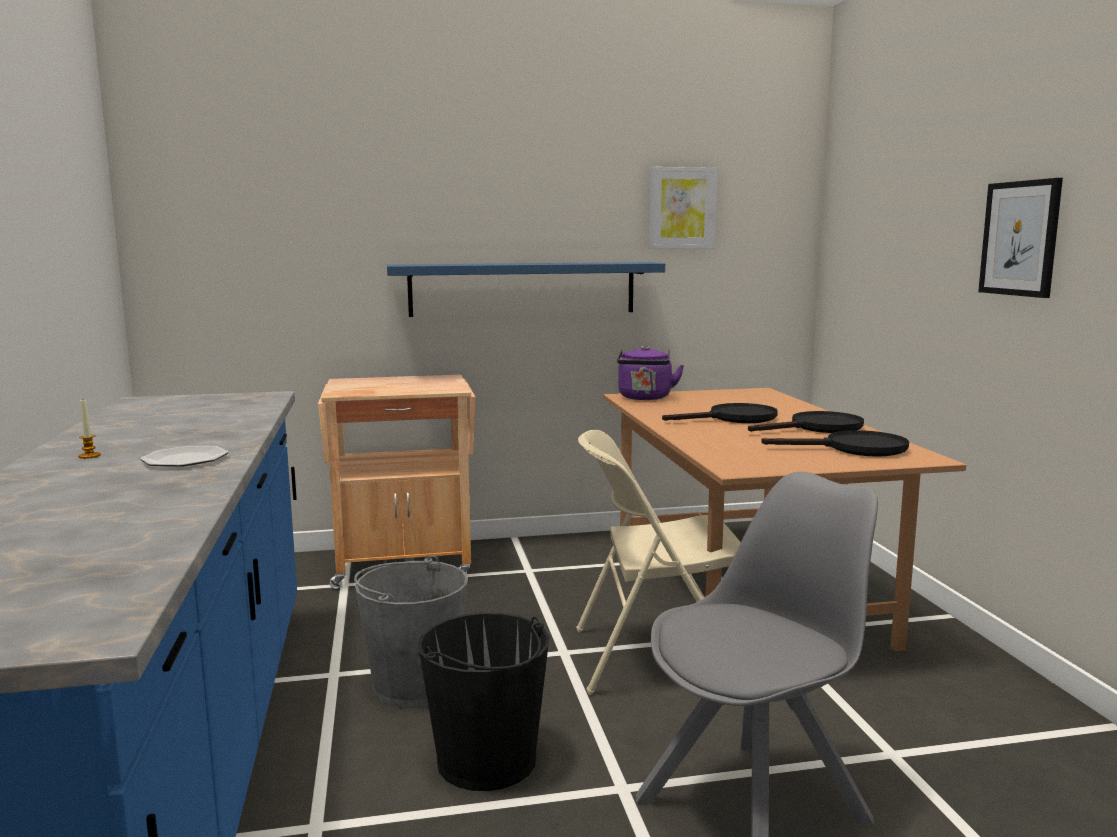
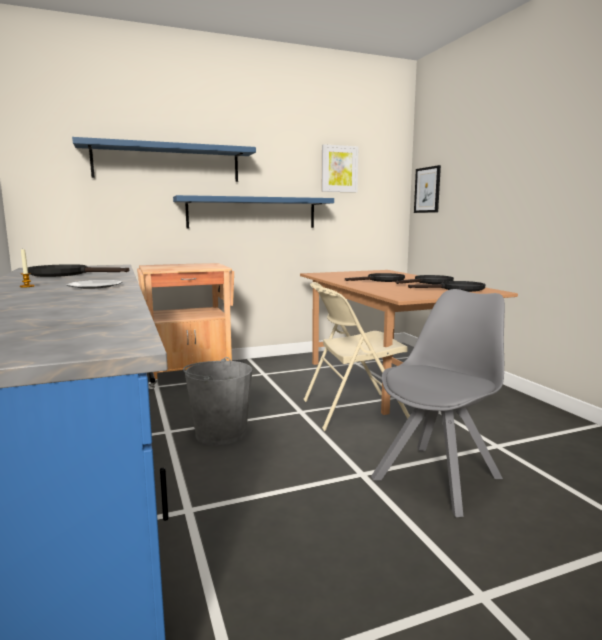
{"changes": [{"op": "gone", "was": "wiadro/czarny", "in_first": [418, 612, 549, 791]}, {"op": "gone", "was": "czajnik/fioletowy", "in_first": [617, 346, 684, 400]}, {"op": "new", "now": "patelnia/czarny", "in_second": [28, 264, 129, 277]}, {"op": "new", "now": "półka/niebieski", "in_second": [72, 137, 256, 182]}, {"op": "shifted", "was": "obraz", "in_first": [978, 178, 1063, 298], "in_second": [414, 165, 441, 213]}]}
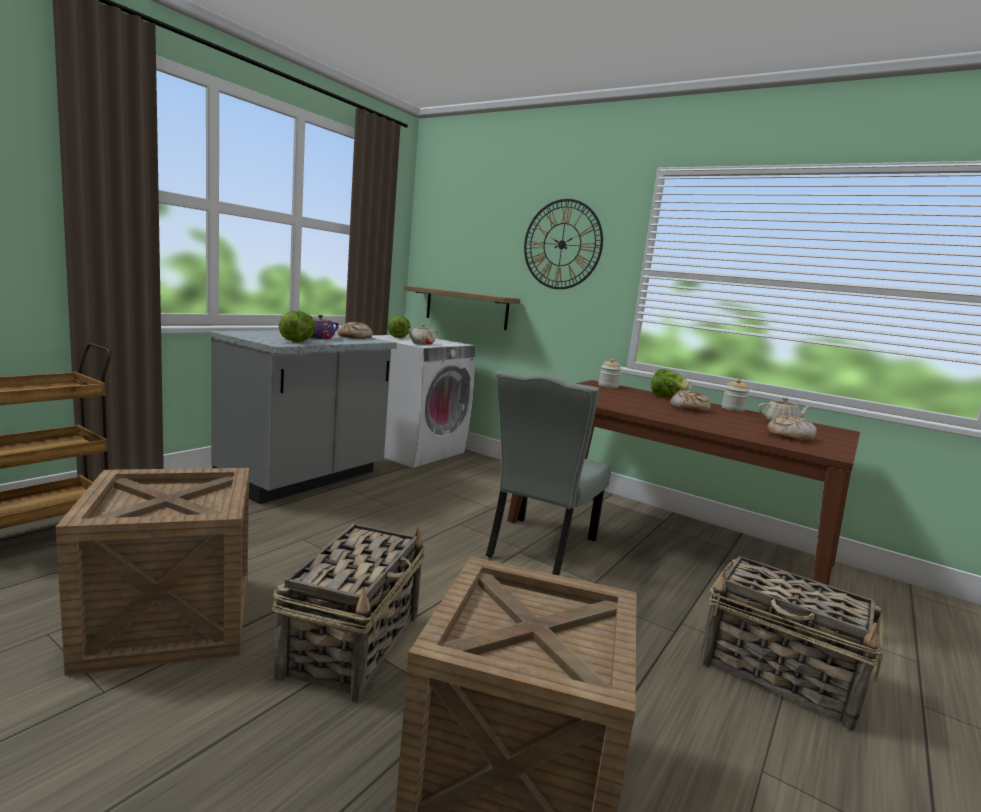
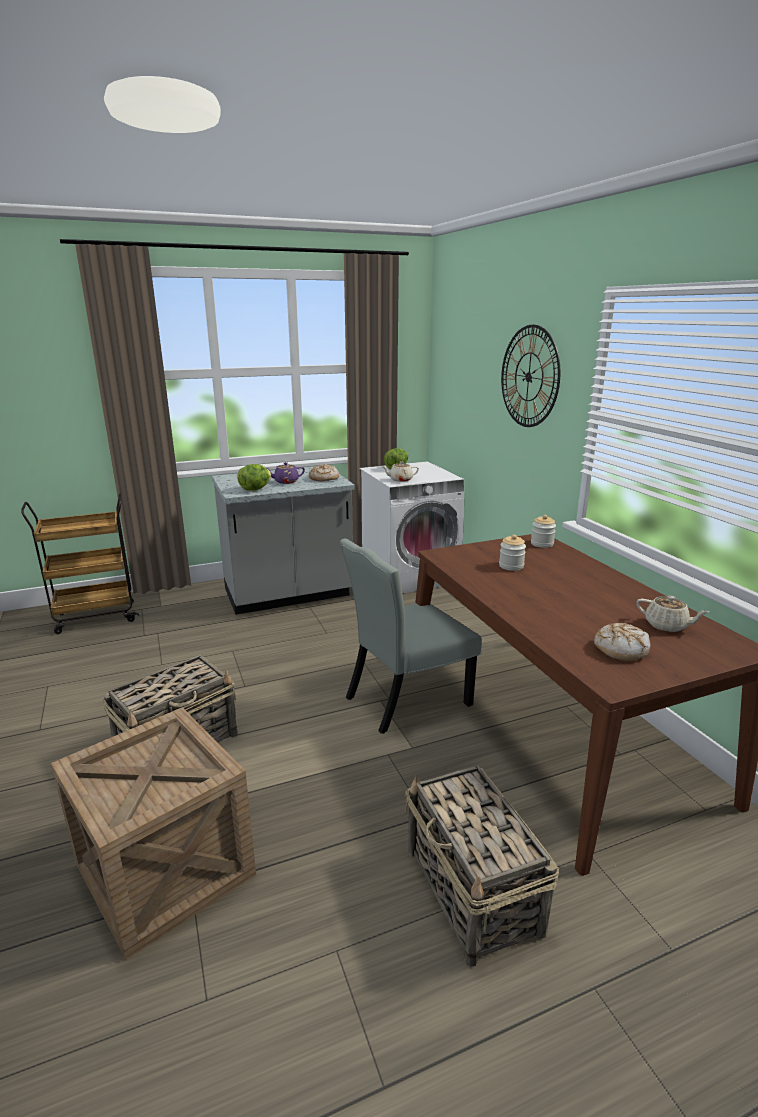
{"changes": [{"op": "gone", "was": "skrzynka", "in_first": [56, 468, 249, 676]}, {"op": "gone", "was": "półka", "in_first": [404, 286, 520, 330]}, {"op": "gone", "was": "sałata", "in_first": [651, 369, 692, 397]}, {"op": "gone", "was": "chleb", "in_first": [670, 390, 711, 412]}, {"op": "shifted", "was": "słoik", "in_first": [722, 379, 749, 411], "in_second": [499, 535, 526, 571]}]}
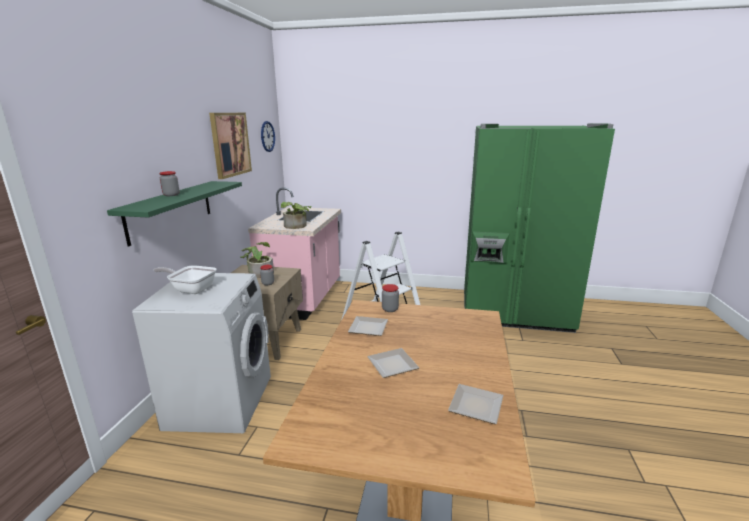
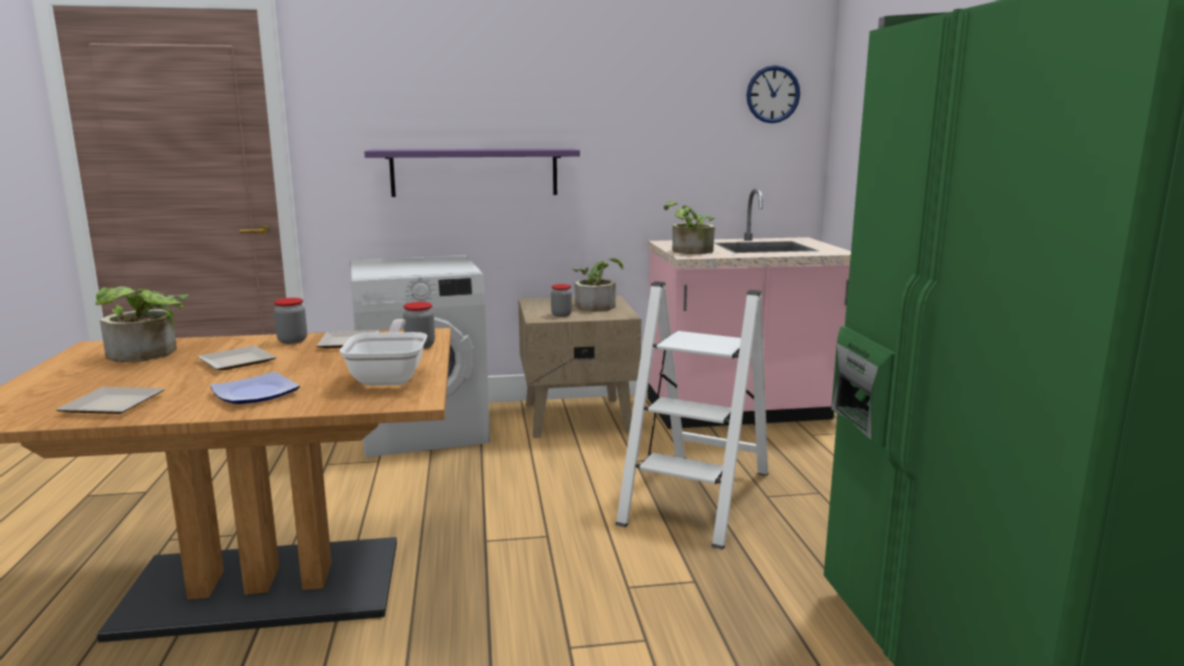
{"changes": [{"op": "gone", "was": "obraz", "in_first": [209, 113, 252, 179]}, {"op": "new", "now": "roślina doniczkowa", "in_second": [95, 286, 188, 362]}, {"op": "new", "now": "talerz", "in_second": [210, 372, 300, 404]}, {"op": "shifted", "was": "patelnia", "in_first": [154, 265, 216, 294], "in_second": [340, 319, 427, 386]}, {"op": "shifted", "was": "słoik", "in_first": [159, 171, 179, 196], "in_second": [274, 298, 307, 344]}, {"op": "repainted", "was": "półka/zielony", "now": "półka/fioletowy", "in_first": [107, 181, 242, 247], "in_second": [364, 149, 580, 197]}]}
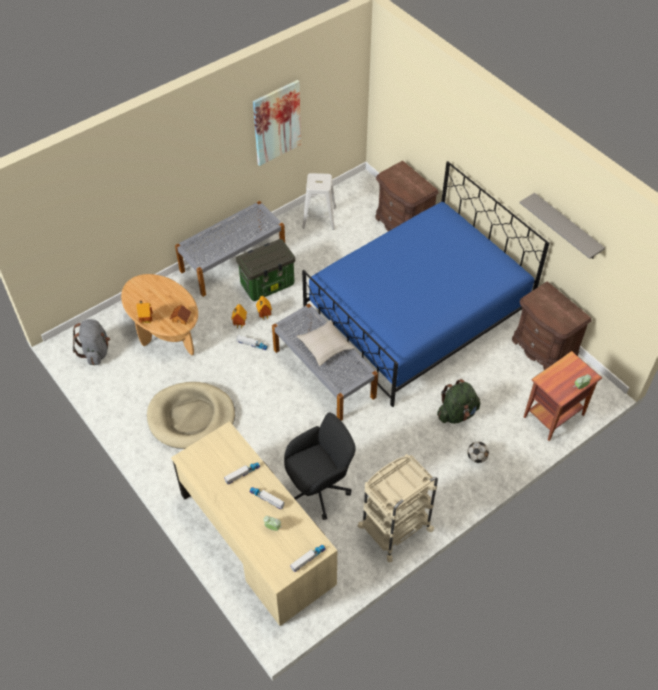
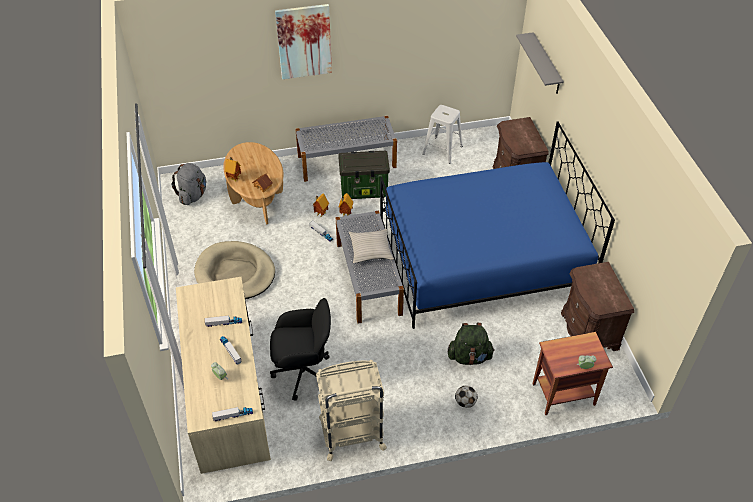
{"changes": [{"op": "shifted", "was": "obraz", "in_first": [253, 80, 301, 166], "in_second": [275, 4, 332, 79]}, {"op": "shifted", "was": "półka/szary", "in_first": [519, 193, 605, 259], "in_second": [516, 32, 564, 94]}]}
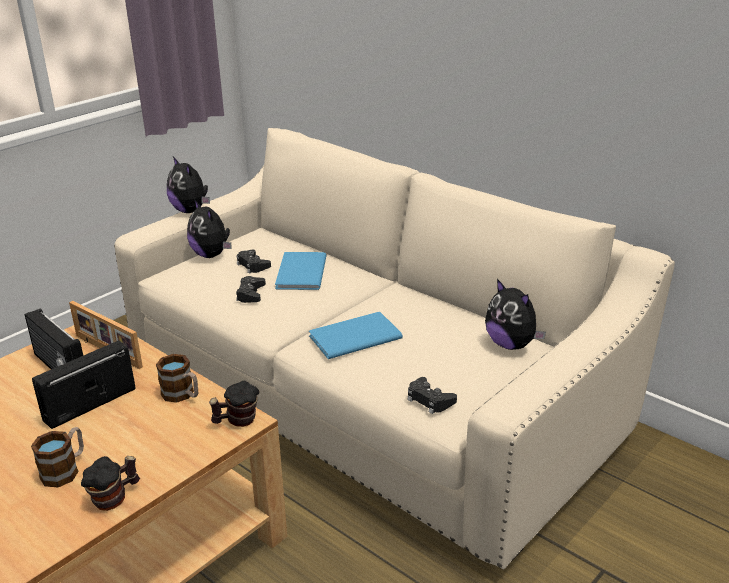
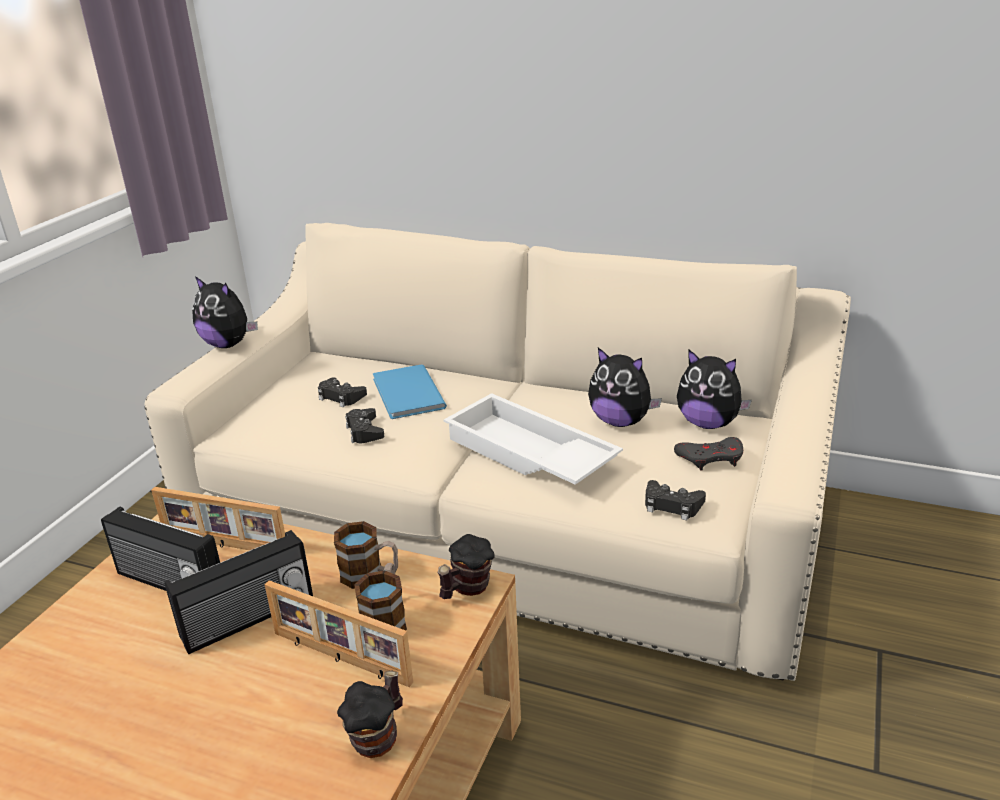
{"changes": [{"op": "new", "now": "ramka na zdjęcie", "in_second": [265, 580, 413, 687]}, {"op": "new", "now": "pad do gier/szary", "in_second": [674, 437, 743, 471]}, {"op": "shifted", "was": "kubek", "in_first": [31, 427, 84, 487], "in_second": [354, 563, 407, 630]}, {"op": "shifted", "was": "pluszak", "in_first": [187, 200, 232, 258], "in_second": [588, 348, 662, 427]}, {"op": "swapped", "was": "książka/niebieski", "now": "taca/biały", "in_first": [309, 312, 403, 359], "in_second": [444, 393, 623, 485]}, {"op": "rotated", "was": "radio", "in_first": [32, 340, 136, 429], "in_second": [165, 530, 313, 654], "clockwise": -150}]}
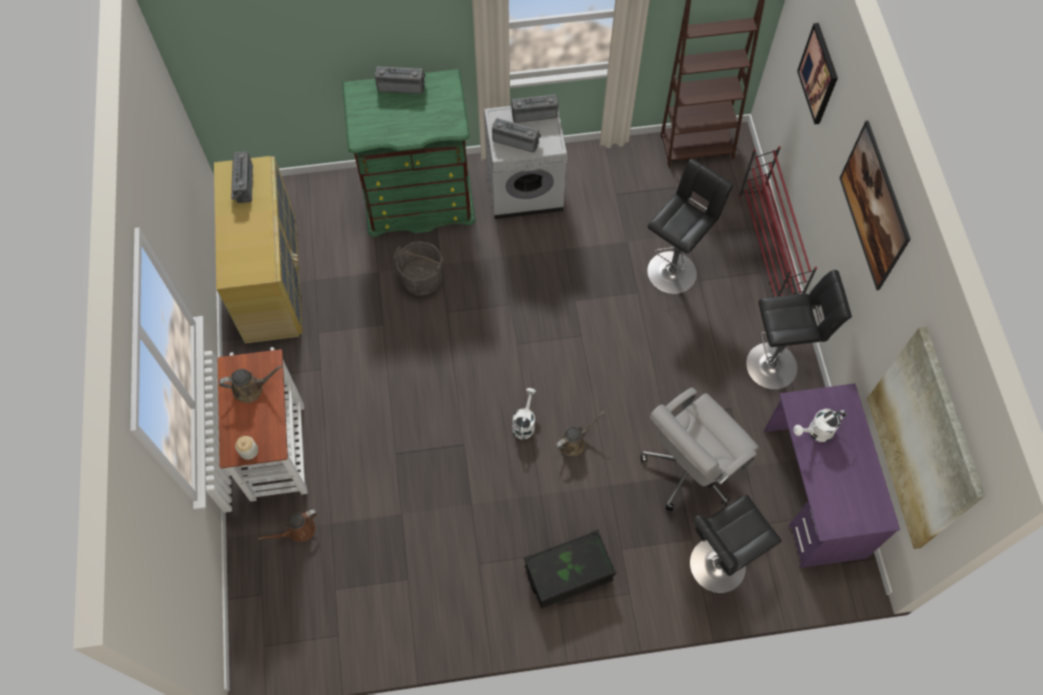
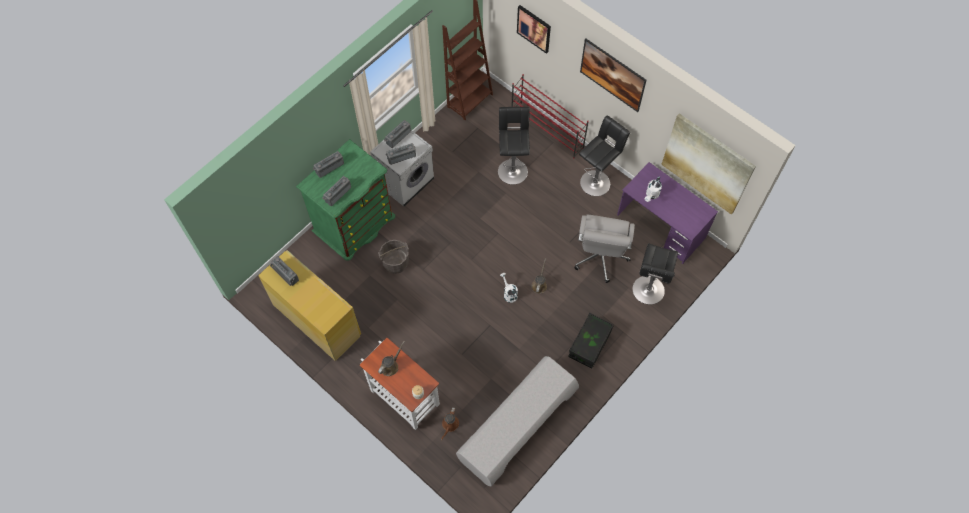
{"changes": [{"op": "new", "now": "radio", "in_second": [322, 176, 351, 206]}, {"op": "new", "now": "ławka/szary", "in_second": [456, 356, 579, 486]}]}
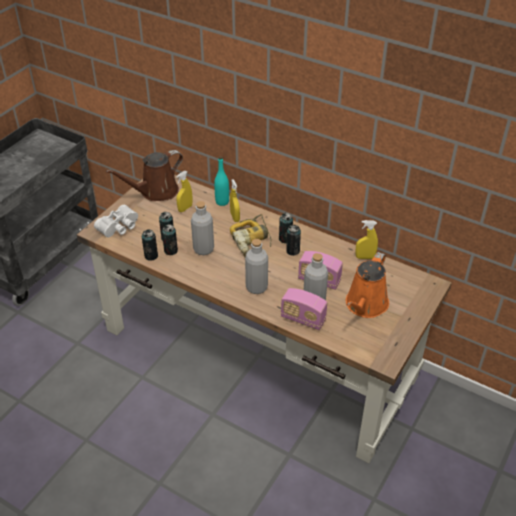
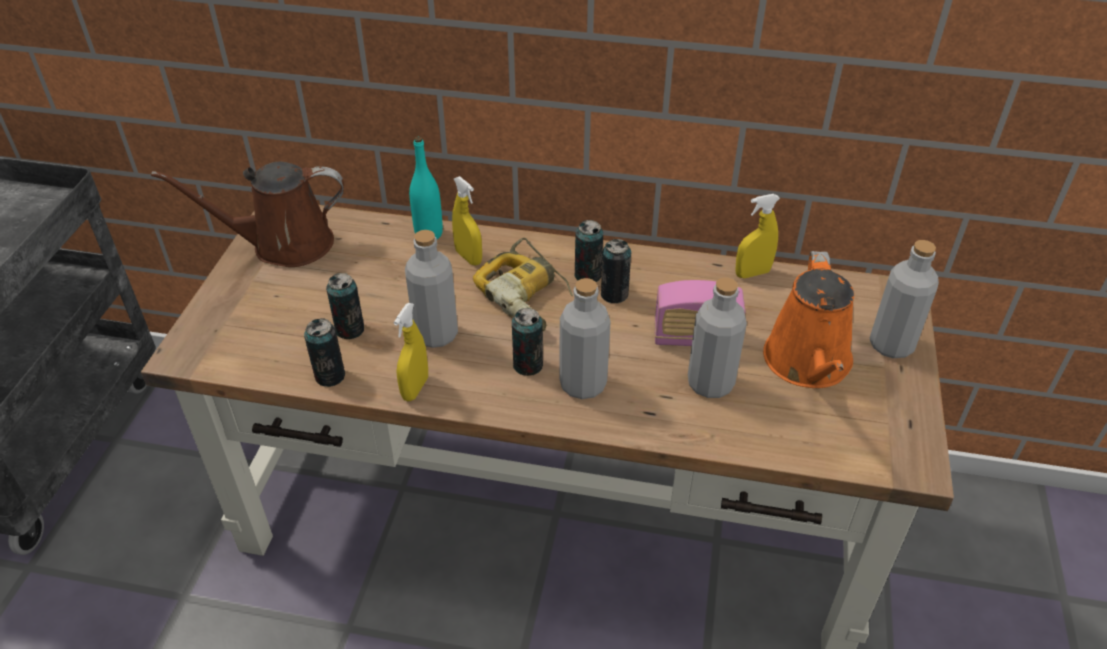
{"changes": [{"op": "gone", "was": "lornetka/biały", "in_first": [94, 205, 138, 238]}, {"op": "gone", "was": "radio", "in_first": [281, 288, 327, 330]}, {"op": "new", "now": "butelka/szary", "in_second": [870, 240, 939, 358]}, {"op": "shifted", "was": "puszka", "in_first": [162, 224, 178, 255], "in_second": [512, 308, 543, 376]}, {"op": "shifted", "was": "spryskiwacz/żółty", "in_first": [176, 171, 193, 212], "in_second": [394, 303, 428, 401]}, {"op": "rotated", "was": "konewka/brązowy", "in_first": [106, 150, 183, 201], "in_second": [151, 162, 344, 267], "clockwise": 45}]}
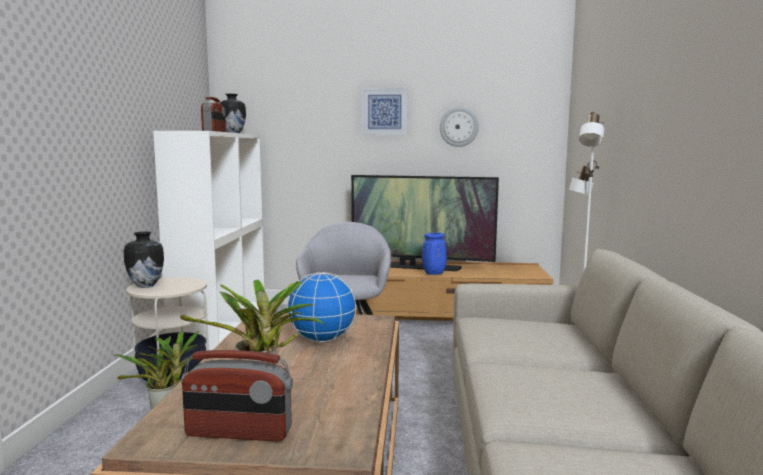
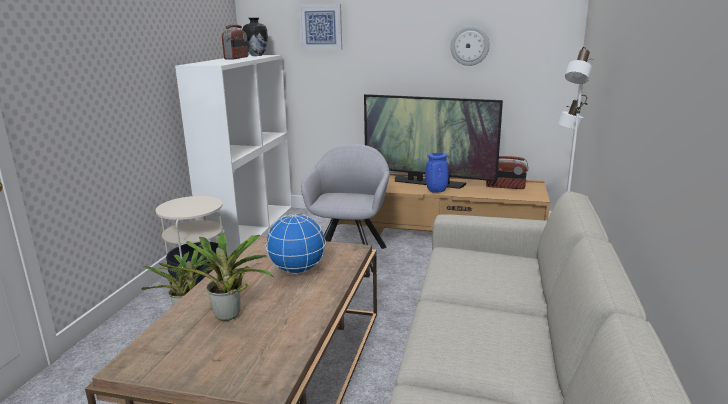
{"changes": [{"op": "gone", "was": "wazon", "in_first": [124, 231, 164, 288]}, {"op": "shifted", "was": "radio", "in_first": [181, 350, 293, 441], "in_second": [486, 156, 528, 189]}, {"op": "shifted", "was": "obraz", "in_first": [362, 88, 408, 135], "in_second": [298, 4, 342, 50]}]}
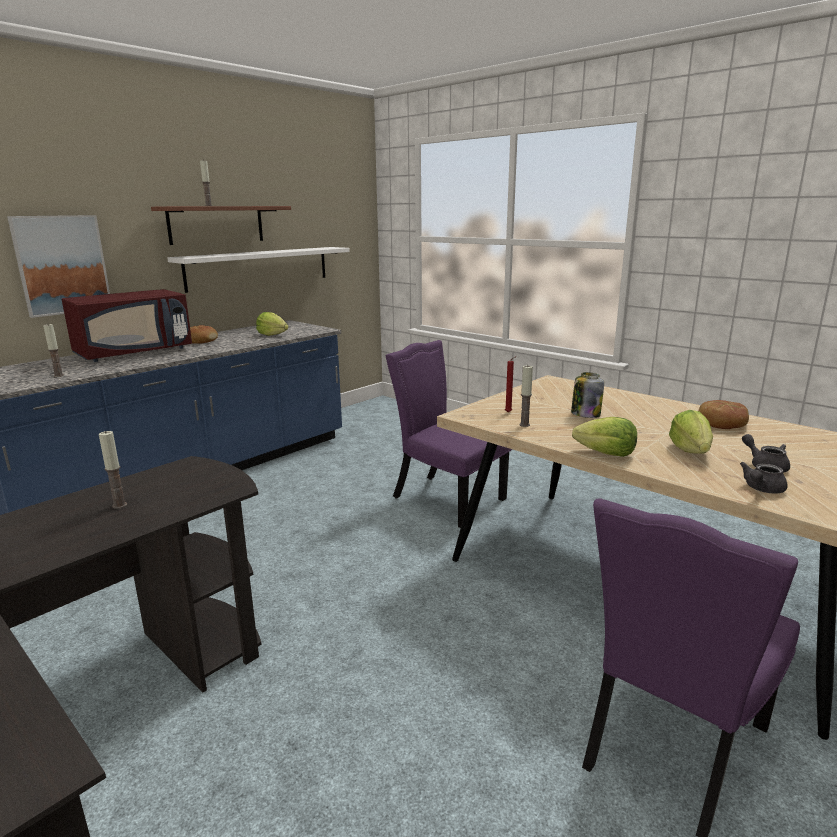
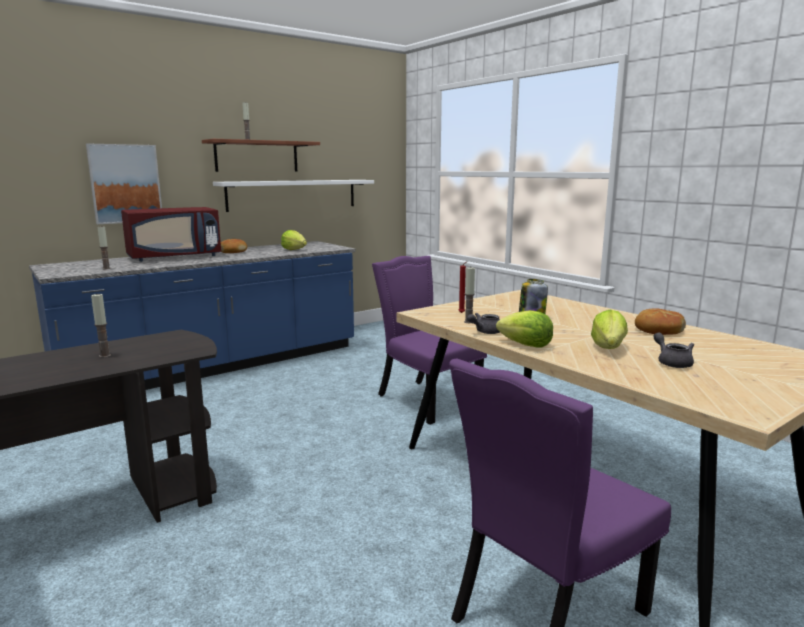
{"changes": [{"op": "shifted", "was": "imbryk/szary", "in_first": [740, 462, 788, 494], "in_second": [467, 313, 500, 334]}]}
